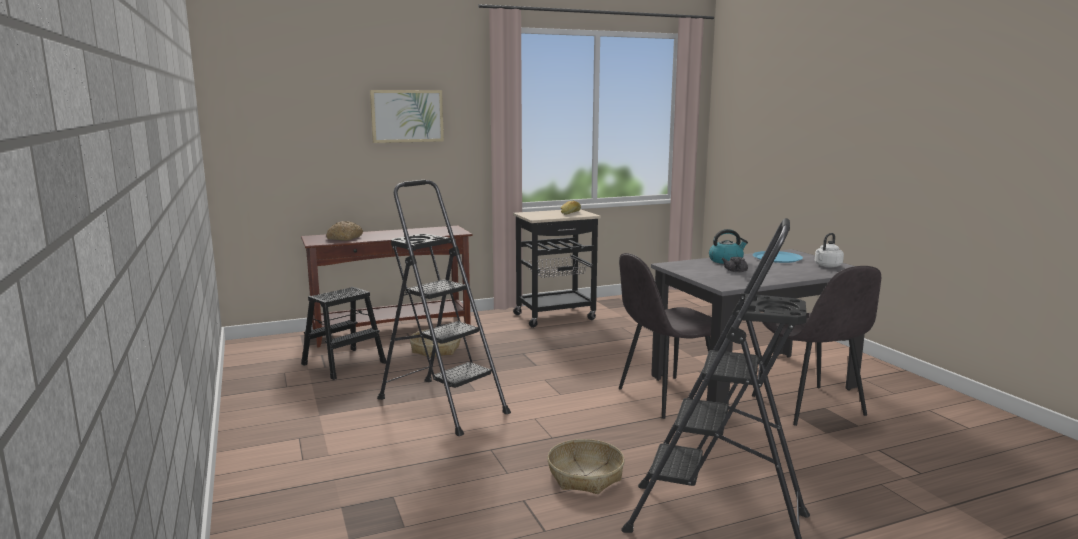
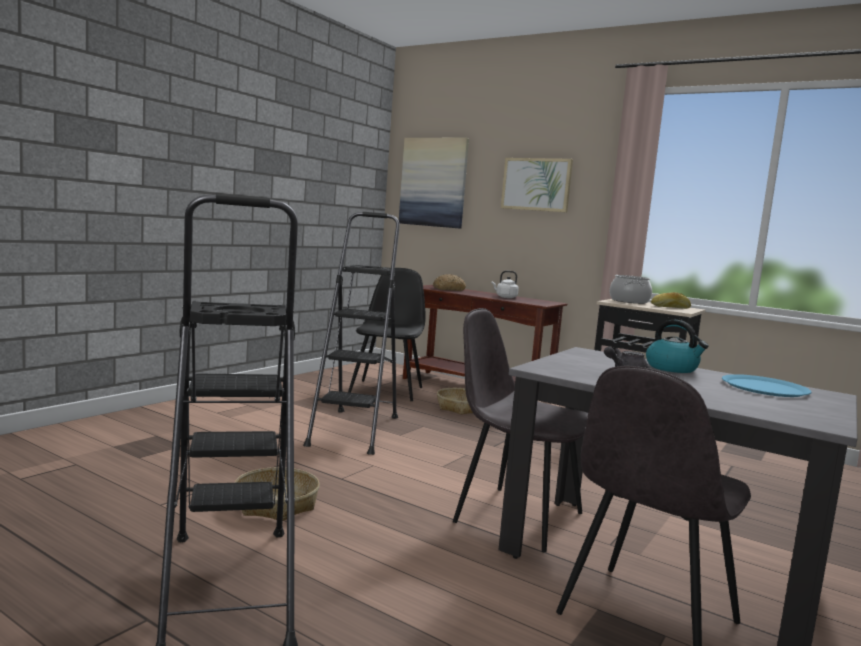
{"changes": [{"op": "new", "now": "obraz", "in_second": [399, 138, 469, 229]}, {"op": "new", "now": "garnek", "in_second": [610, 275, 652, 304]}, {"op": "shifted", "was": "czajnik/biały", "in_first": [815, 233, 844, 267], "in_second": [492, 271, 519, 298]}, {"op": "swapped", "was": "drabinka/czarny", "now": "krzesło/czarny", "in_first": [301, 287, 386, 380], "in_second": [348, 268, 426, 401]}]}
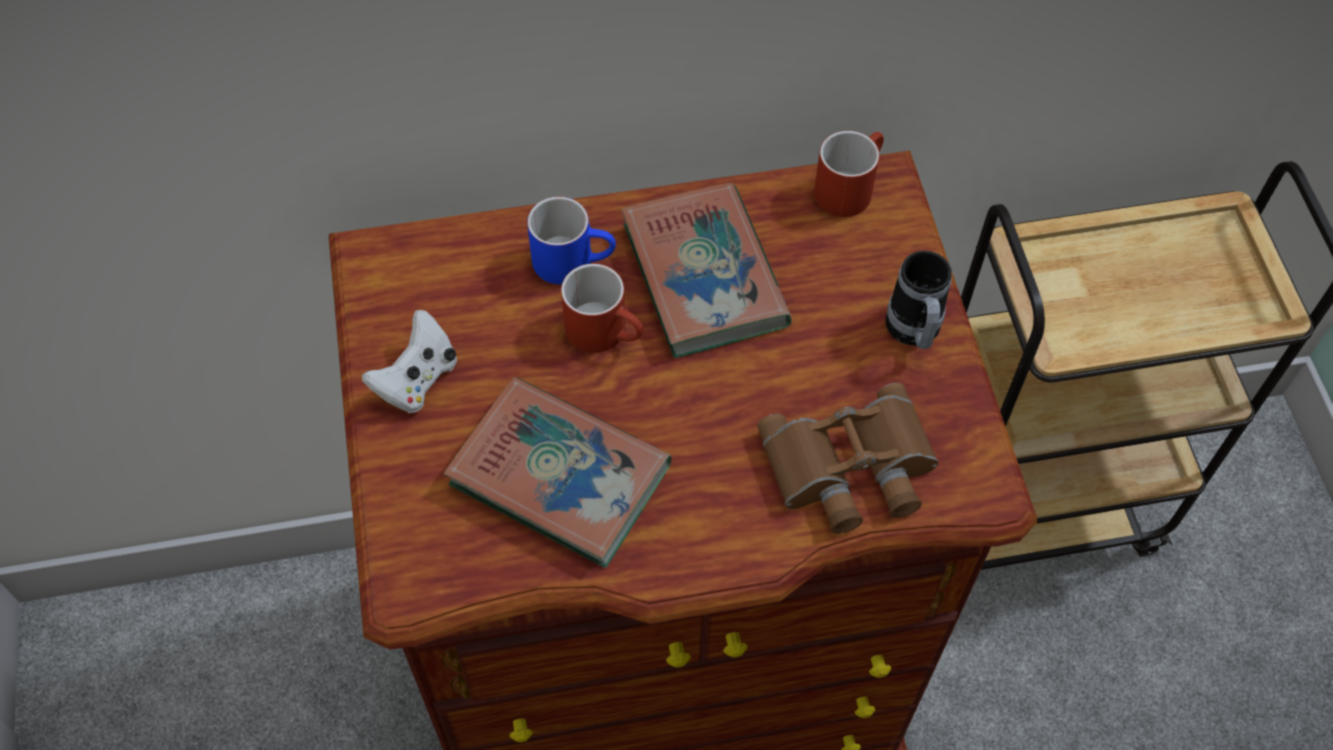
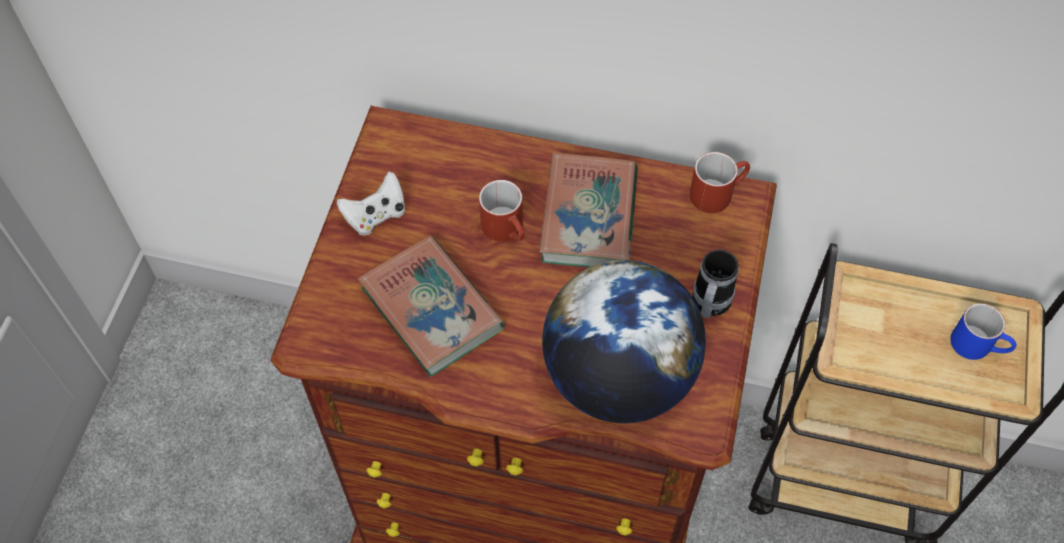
{"changes": [{"op": "shifted", "was": "kubek/niebieski", "in_first": [527, 197, 616, 284], "in_second": [950, 303, 1016, 360]}, {"op": "swapped", "was": "lornetka/brązowy", "now": "globus", "in_first": [757, 383, 938, 534], "in_second": [542, 260, 706, 423]}]}
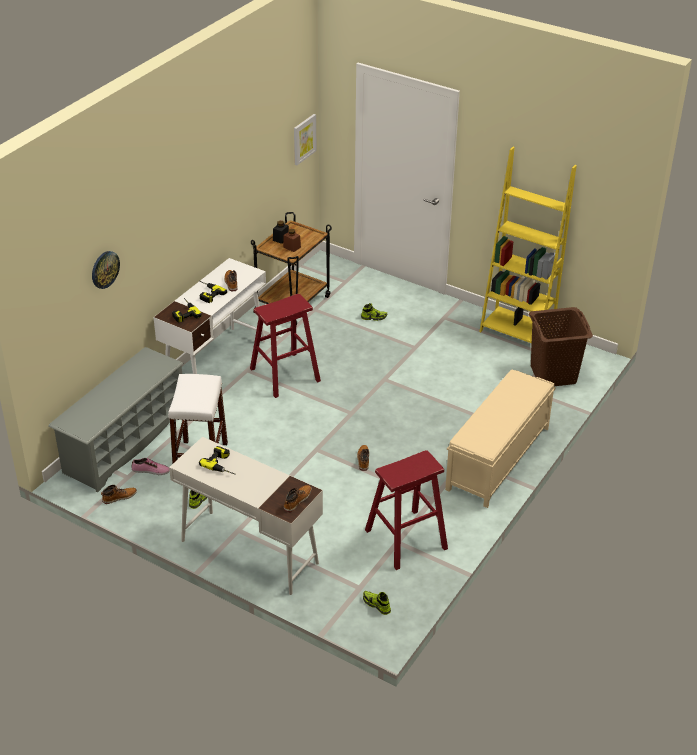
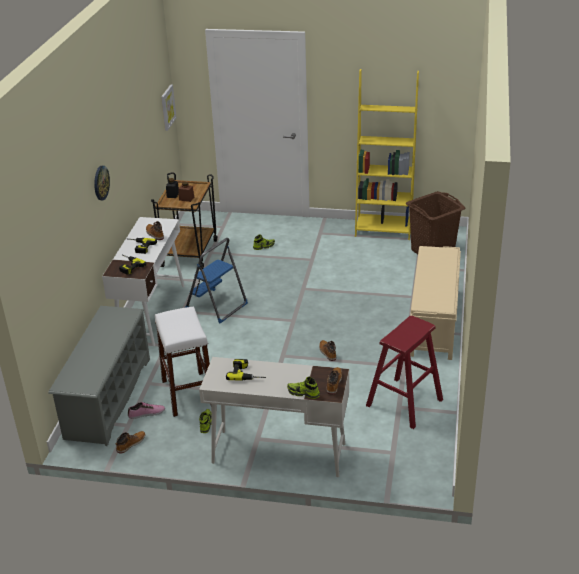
{"changes": [{"op": "shifted", "was": "zegar ścienny", "in_first": [92, 251, 120, 289], "in_second": [94, 166, 110, 200]}, {"op": "shifted", "was": "but", "in_first": [363, 591, 391, 615], "in_second": [287, 377, 320, 399]}, {"op": "swapped", "was": "stołek/czerwony", "now": "drabinka/niebieski", "in_first": [250, 294, 321, 398], "in_second": [185, 238, 248, 323]}]}
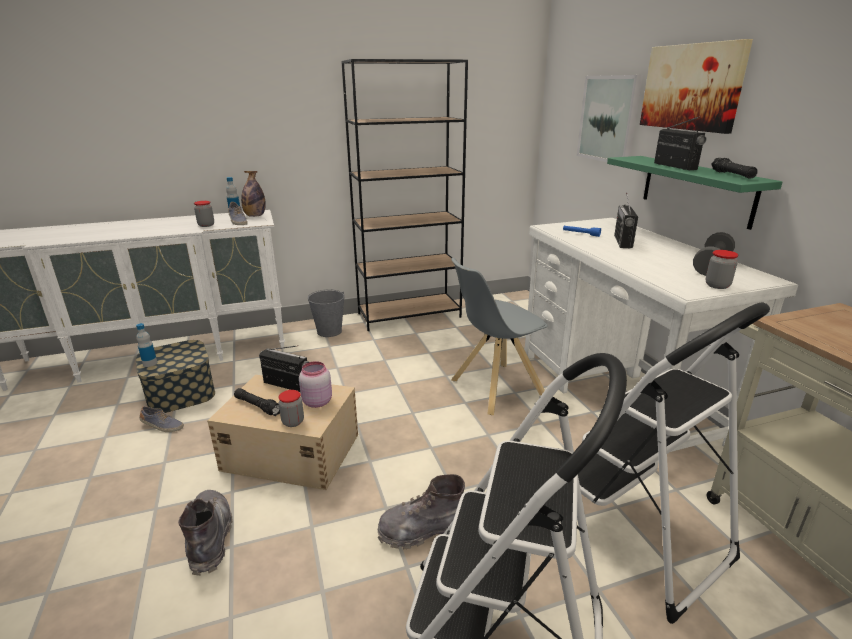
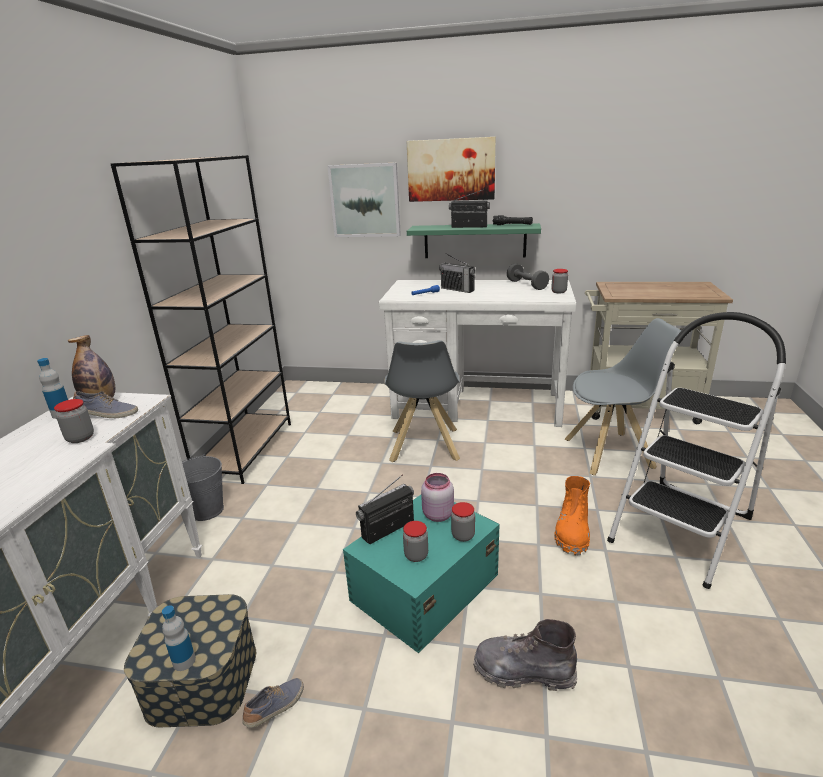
{"changes": [{"op": "swapped", "was": "latarka/czarny", "now": "słoik", "in_first": [234, 388, 280, 416], "in_second": [403, 521, 428, 562]}, {"op": "swapped", "was": "drabinka", "now": "krzesło/szary", "in_first": [578, 303, 770, 624], "in_second": [564, 318, 681, 475]}, {"op": "repainted", "was": "pojemnik do przechowywania/beżowy", "now": "pojemnik do przechowywania/turkusowy", "in_first": [207, 375, 358, 490], "in_second": [343, 495, 500, 653]}, {"op": "repainted", "was": "but z cholewką/szary", "now": "but z cholewką/pomarańczowy", "in_first": [378, 474, 465, 549], "in_second": [554, 476, 590, 555]}]}
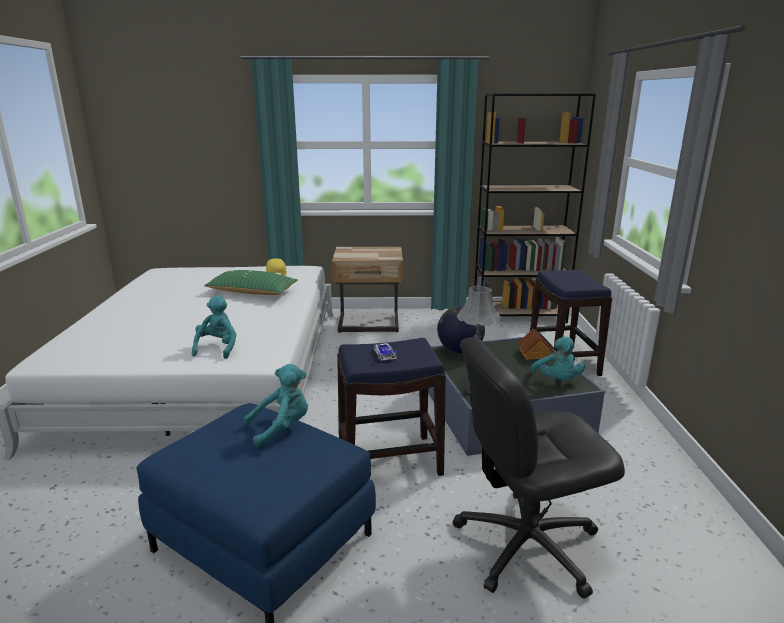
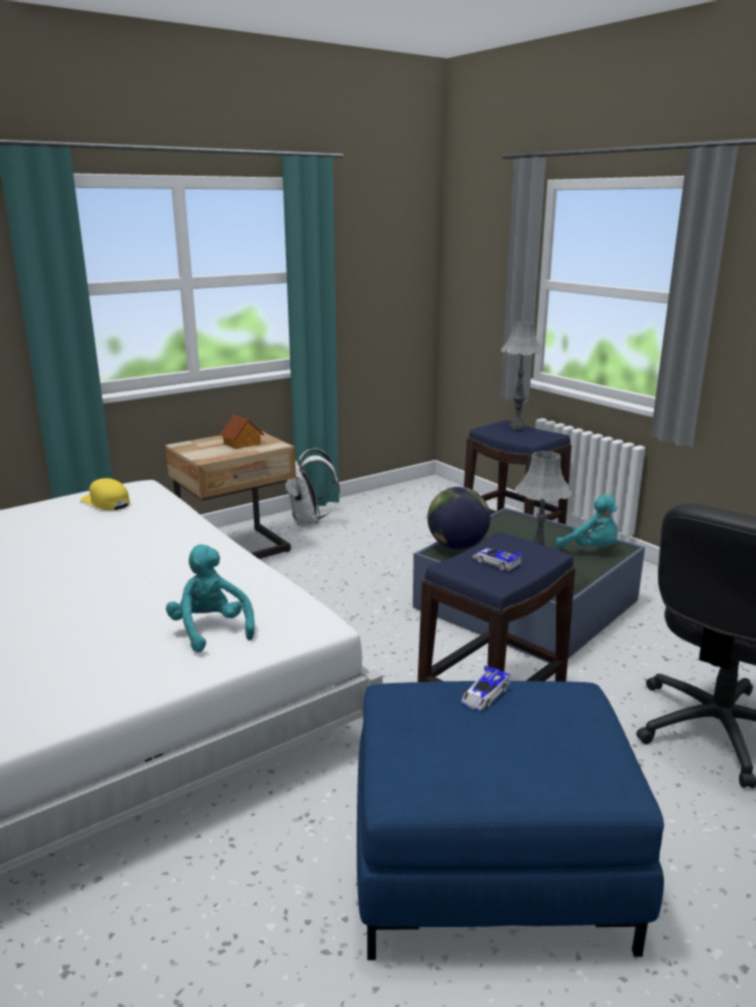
{"changes": [{"op": "gone", "was": "poduszka/zielony", "in_first": [204, 270, 298, 295]}, {"op": "gone", "was": "regał/beżowy", "in_first": [474, 94, 596, 323]}, {"op": "new", "now": "plecak/biały", "in_second": [285, 448, 340, 525]}, {"op": "new", "now": "lampa stołowa/szary", "in_second": [501, 321, 543, 430]}, {"op": "shifted", "was": "domek", "in_first": [517, 329, 555, 360], "in_second": [220, 414, 265, 449]}, {"op": "swapped", "was": "pluszak/turkusowy", "now": "samochodzik", "in_first": [244, 364, 308, 448], "in_second": [461, 666, 510, 711]}]}
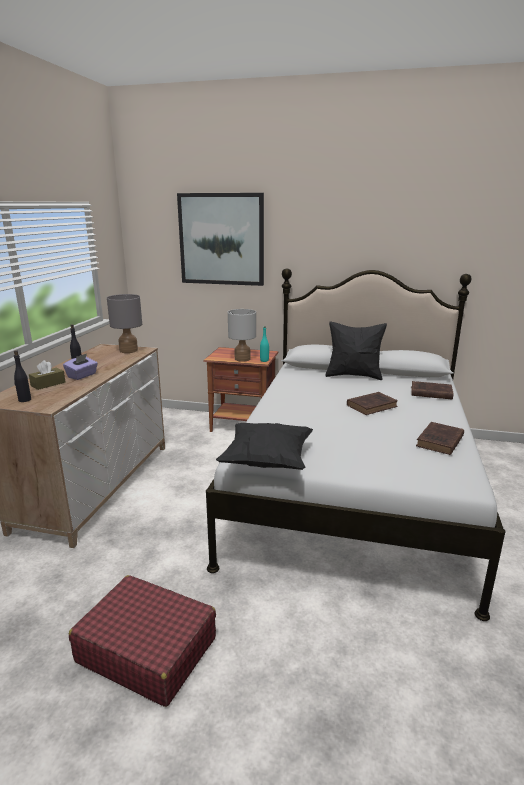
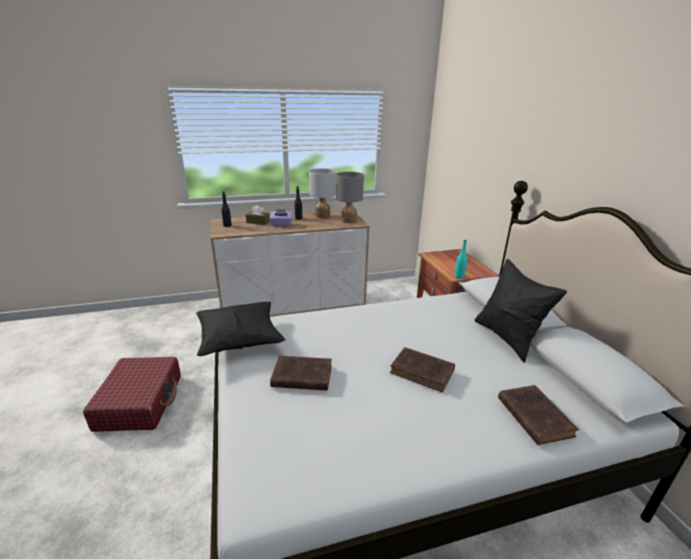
{"changes": [{"op": "gone", "was": "obraz", "in_first": [177, 193, 264, 286]}, {"op": "shifted", "was": "lampa stołowa/szary", "in_first": [228, 309, 256, 362], "in_second": [309, 168, 336, 218]}, {"op": "shifted", "was": "książka/brązowy", "in_first": [416, 422, 464, 455], "in_second": [270, 356, 332, 391]}]}
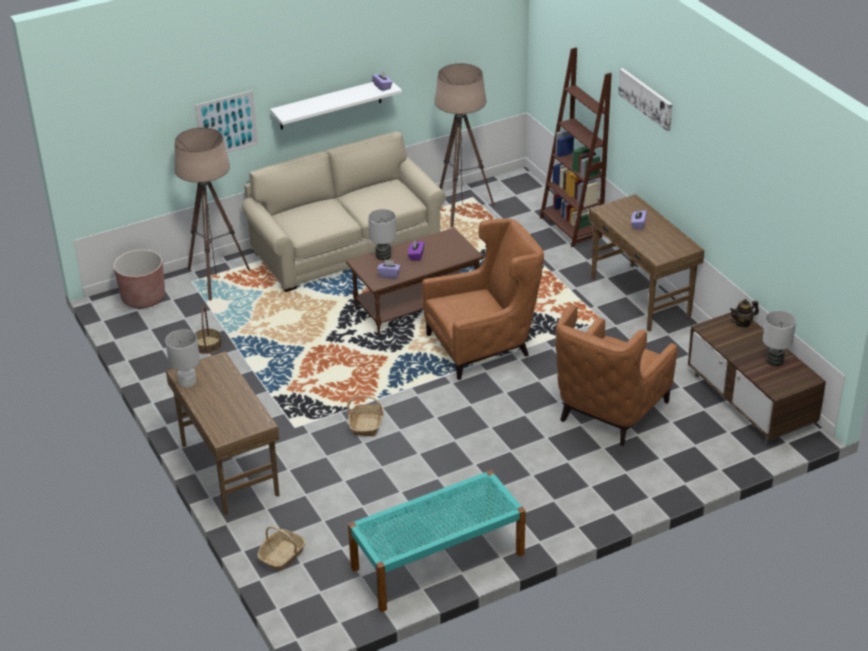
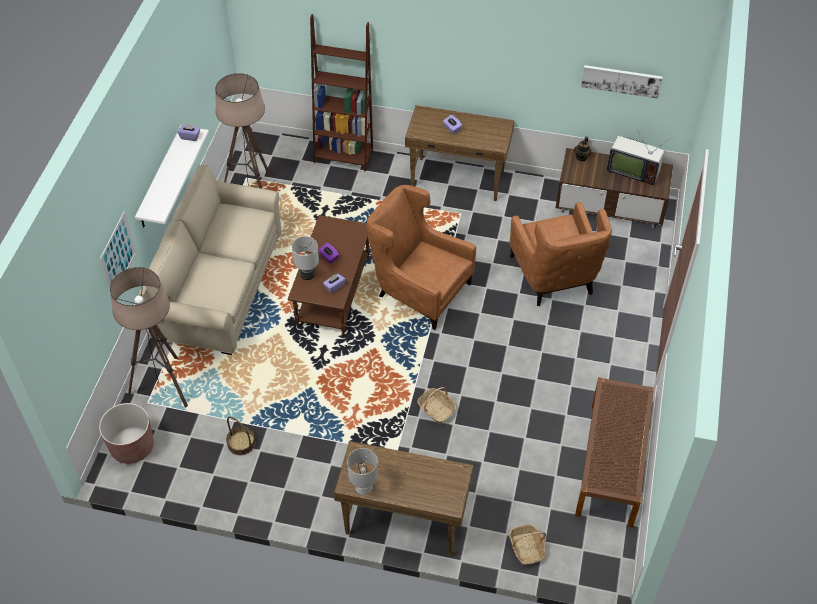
{"changes": [{"op": "shifted", "was": "obraz", "in_first": [618, 68, 673, 131], "in_second": [581, 65, 662, 99]}, {"op": "swapped", "was": "lampa stołowa/szary", "now": "telewizor", "in_first": [763, 310, 796, 366], "in_second": [607, 130, 665, 186]}, {"op": "repainted", "was": "ławka/turkusowy", "now": "ławka/brązowy", "in_first": [348, 470, 526, 612], "in_second": [575, 377, 654, 528]}, {"op": "rotated", "was": "fotel/brązowy", "in_first": [422, 218, 544, 380], "in_second": [367, 185, 476, 330], "clockwise": -75}]}
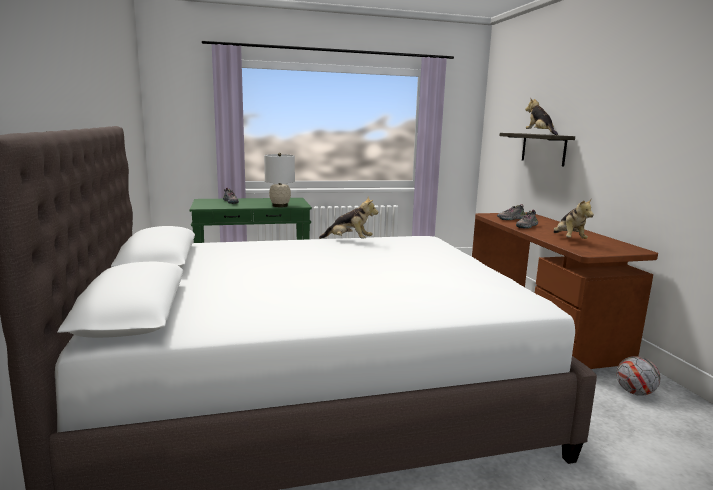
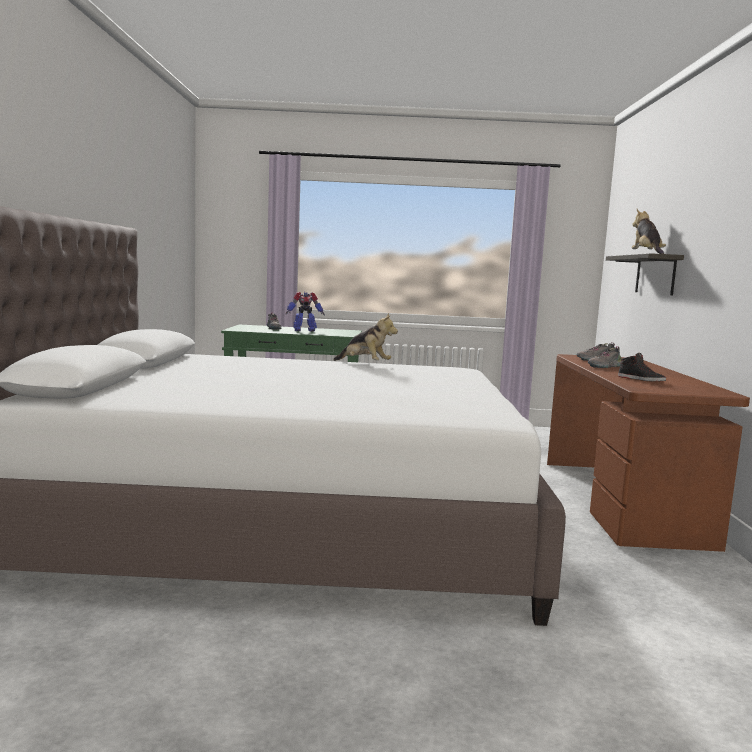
{"changes": [{"op": "gone", "was": "lampa stołowa/biały", "in_first": [264, 153, 295, 207]}, {"op": "gone", "was": "piłka futbolowa", "in_first": [616, 356, 660, 396]}, {"op": "new", "now": "robot zabawkowy", "in_second": [286, 291, 325, 332]}, {"op": "swapped", "was": "pluszak", "now": "but/czarny", "in_first": [554, 198, 594, 239], "in_second": [618, 353, 666, 381]}]}
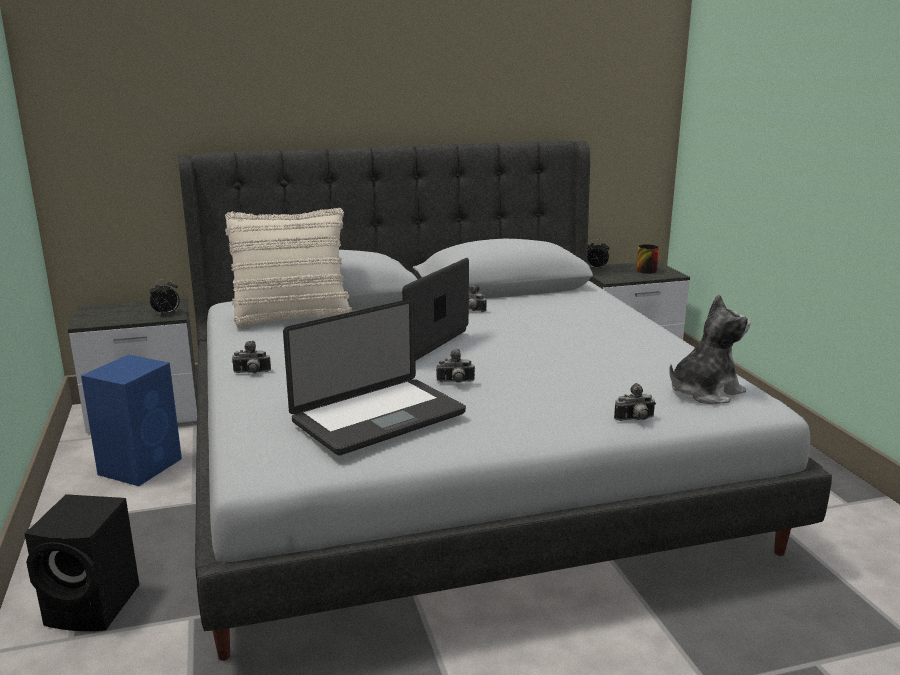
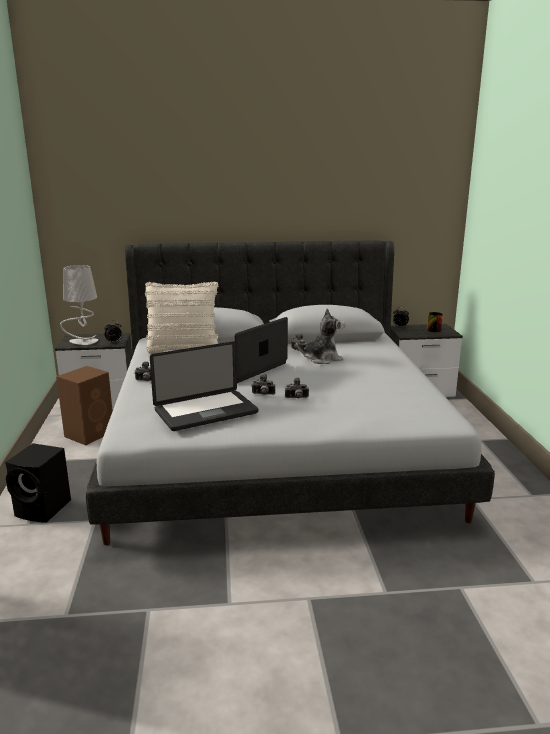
{"changes": [{"op": "new", "now": "lampa stołowa/szary", "in_second": [60, 265, 99, 345]}, {"op": "shifted", "was": "aparat fotograficzny", "in_first": [614, 383, 656, 421], "in_second": [285, 378, 309, 399]}, {"op": "shifted", "was": "pluszak", "in_first": [669, 294, 751, 404], "in_second": [298, 308, 346, 364]}, {"op": "repainted", "was": "głośnik/niebieski", "now": "głośnik/brązowy", "in_first": [81, 354, 182, 486], "in_second": [56, 366, 113, 445]}]}
